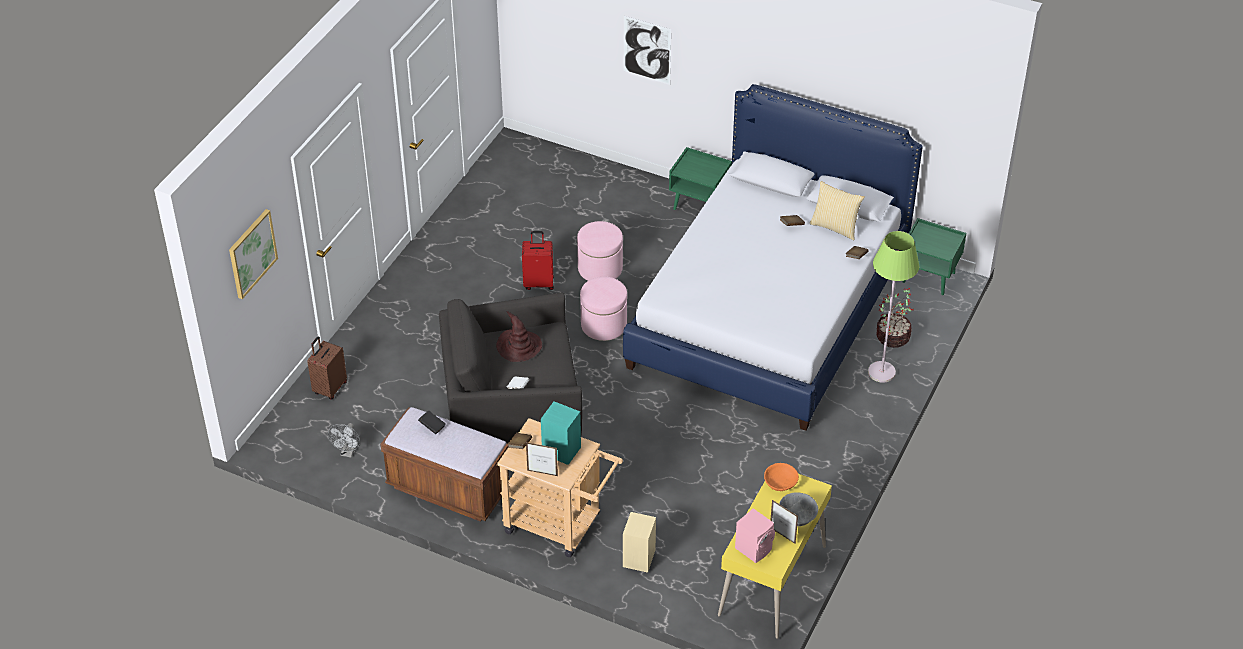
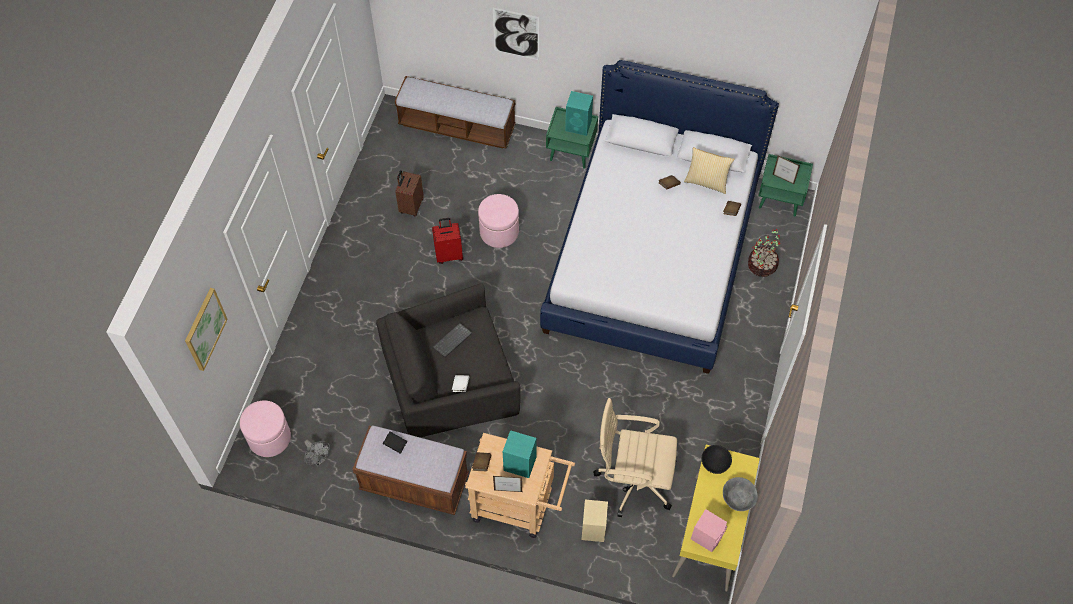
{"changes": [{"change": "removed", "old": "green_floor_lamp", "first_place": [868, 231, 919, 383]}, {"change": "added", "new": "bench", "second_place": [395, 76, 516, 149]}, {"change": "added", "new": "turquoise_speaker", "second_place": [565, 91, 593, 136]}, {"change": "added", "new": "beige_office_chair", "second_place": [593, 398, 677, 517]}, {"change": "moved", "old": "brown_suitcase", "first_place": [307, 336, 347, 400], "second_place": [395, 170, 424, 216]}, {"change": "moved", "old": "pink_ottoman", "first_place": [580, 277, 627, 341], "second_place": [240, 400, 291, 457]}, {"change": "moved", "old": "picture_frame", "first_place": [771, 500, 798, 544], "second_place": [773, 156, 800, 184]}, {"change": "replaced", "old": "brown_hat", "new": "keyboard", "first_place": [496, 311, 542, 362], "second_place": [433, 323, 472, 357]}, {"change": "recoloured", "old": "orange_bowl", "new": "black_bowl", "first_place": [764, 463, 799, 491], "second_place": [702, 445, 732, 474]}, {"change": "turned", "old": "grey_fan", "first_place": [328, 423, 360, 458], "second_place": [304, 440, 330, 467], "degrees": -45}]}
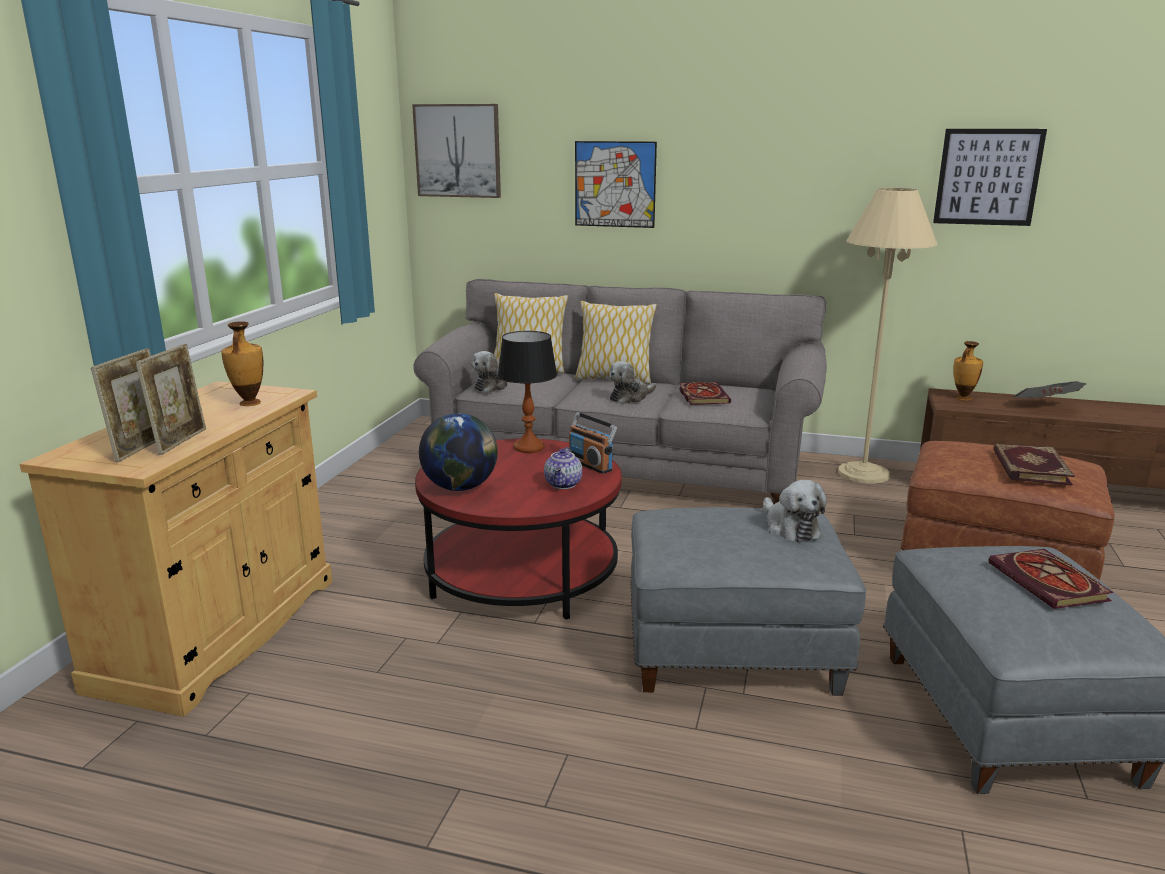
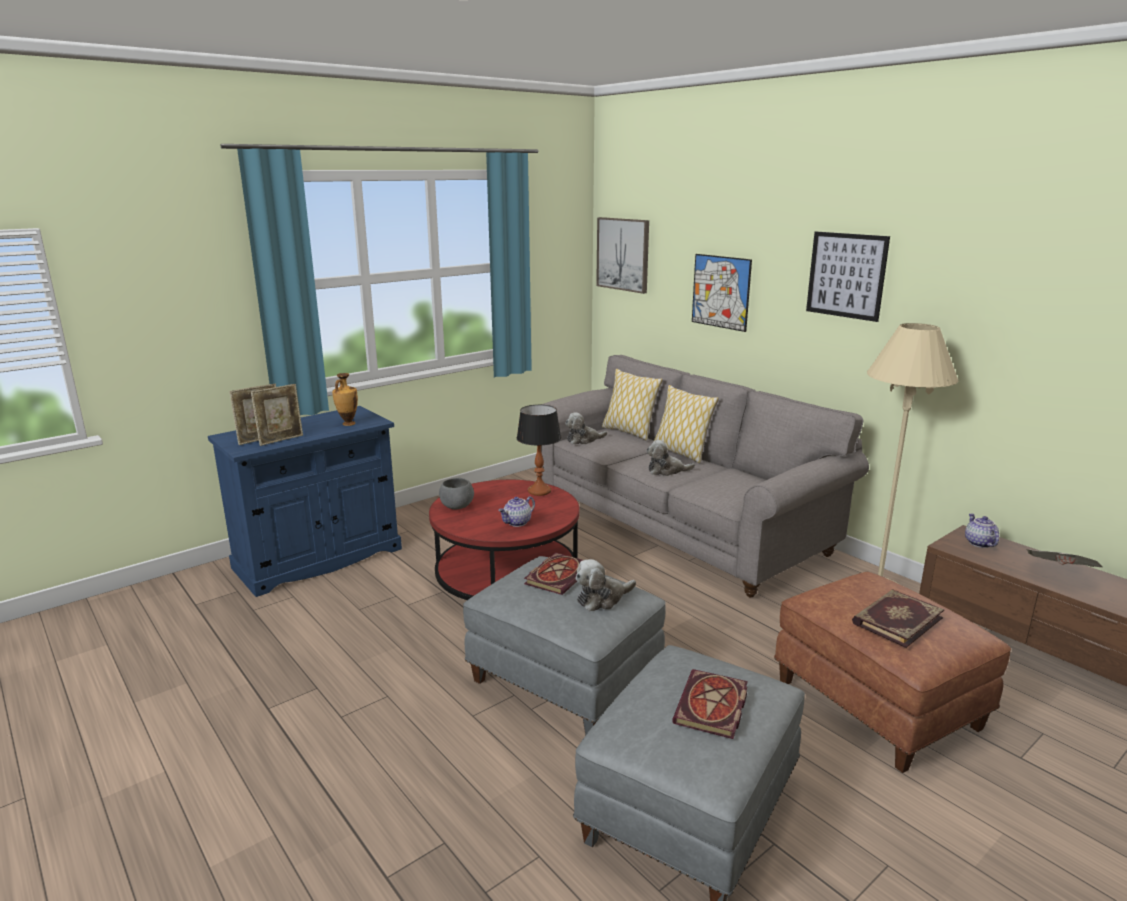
{"changes": [{"change": "removed", "old": "radio", "first_place": [569, 412, 617, 474]}, {"change": "moved", "old": "book", "first_place": [679, 382, 731, 405], "second_place": [524, 553, 583, 595]}, {"change": "moved", "old": "picture", "first_place": [933, 129, 1047, 226], "second_place": [806, 232, 890, 322]}, {"change": "replaced", "old": "globe", "new": "grey_bowl", "first_place": [419, 413, 498, 491], "second_place": [439, 478, 474, 509]}, {"change": "replaced", "old": "vase", "new": "teapot", "first_place": [953, 341, 983, 401], "second_place": [965, 513, 999, 548]}, {"change": "recoloured", "old": "beige_cabinet", "new": "blue_cabinet", "first_place": [20, 381, 332, 716], "second_place": [208, 406, 402, 597]}, {"change": "turned", "old": "plush_toy", "first_place": [763, 480, 827, 542], "second_place": [575, 559, 636, 611], "degrees": 45}]}
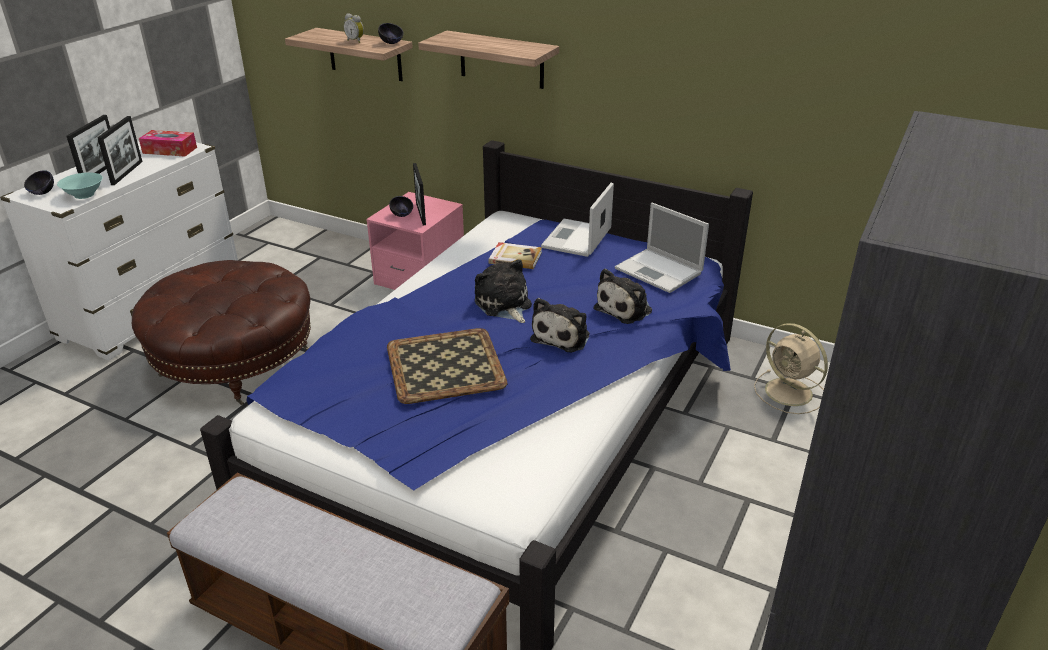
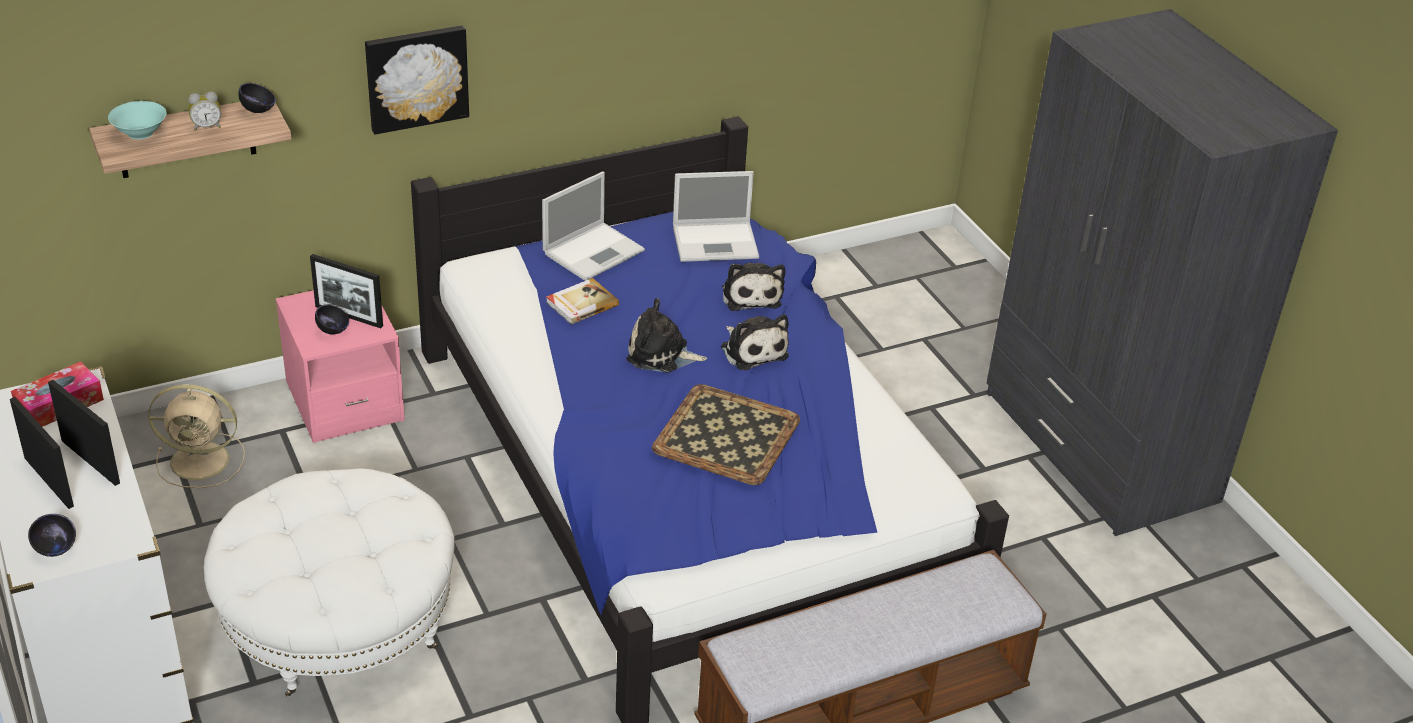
{"changes": [{"change": "moved", "old": "turquoise_bowl", "first_place": [57, 172, 103, 199], "second_place": [108, 101, 167, 140]}, {"change": "moved", "old": "beige_fan", "first_place": [754, 323, 828, 414], "second_place": [148, 384, 245, 488]}, {"change": "replaced", "old": "shelf", "new": "picture", "first_place": [418, 31, 559, 89], "second_place": [365, 25, 469, 135]}, {"change": "recoloured", "old": "brown_ottoman", "new": "white_ottoman", "first_place": [132, 260, 311, 405], "second_place": [204, 469, 455, 697]}, {"change": "turned", "old": "laptop", "first_place": [541, 182, 614, 257], "second_place": [542, 171, 645, 281], "degrees": -105}]}
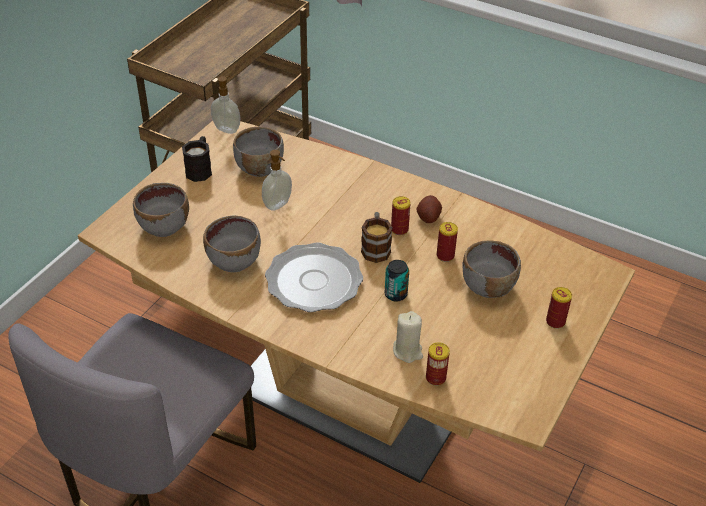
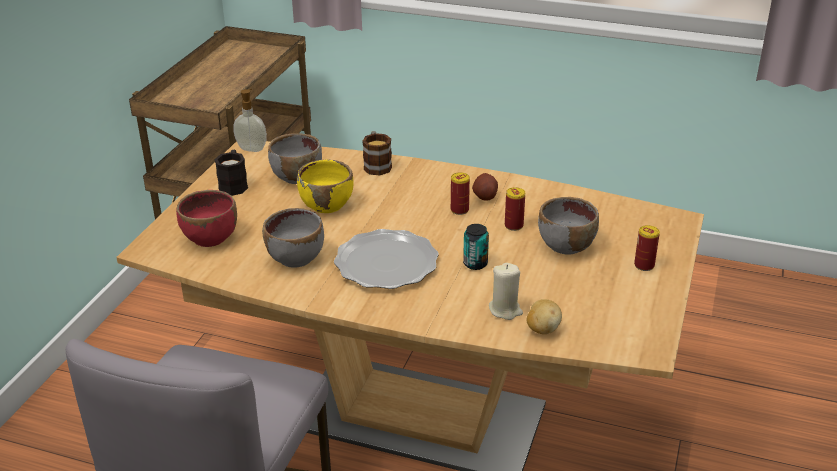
{"changes": [{"change": "moved", "old": "mug", "first_place": [361, 212, 393, 263], "second_place": [362, 131, 392, 176]}, {"change": "replaced", "old": "soap_dispenser", "new": "yellow_bowl", "first_place": [262, 150, 292, 211], "second_place": [297, 159, 353, 213]}, {"change": "replaced", "old": "can", "new": "potato", "first_place": [426, 342, 450, 386], "second_place": [527, 299, 562, 334]}, {"change": "recoloured", "old": "grey_bowl", "new": "red_bowl", "first_place": [133, 183, 189, 237], "second_place": [176, 190, 237, 247]}]}
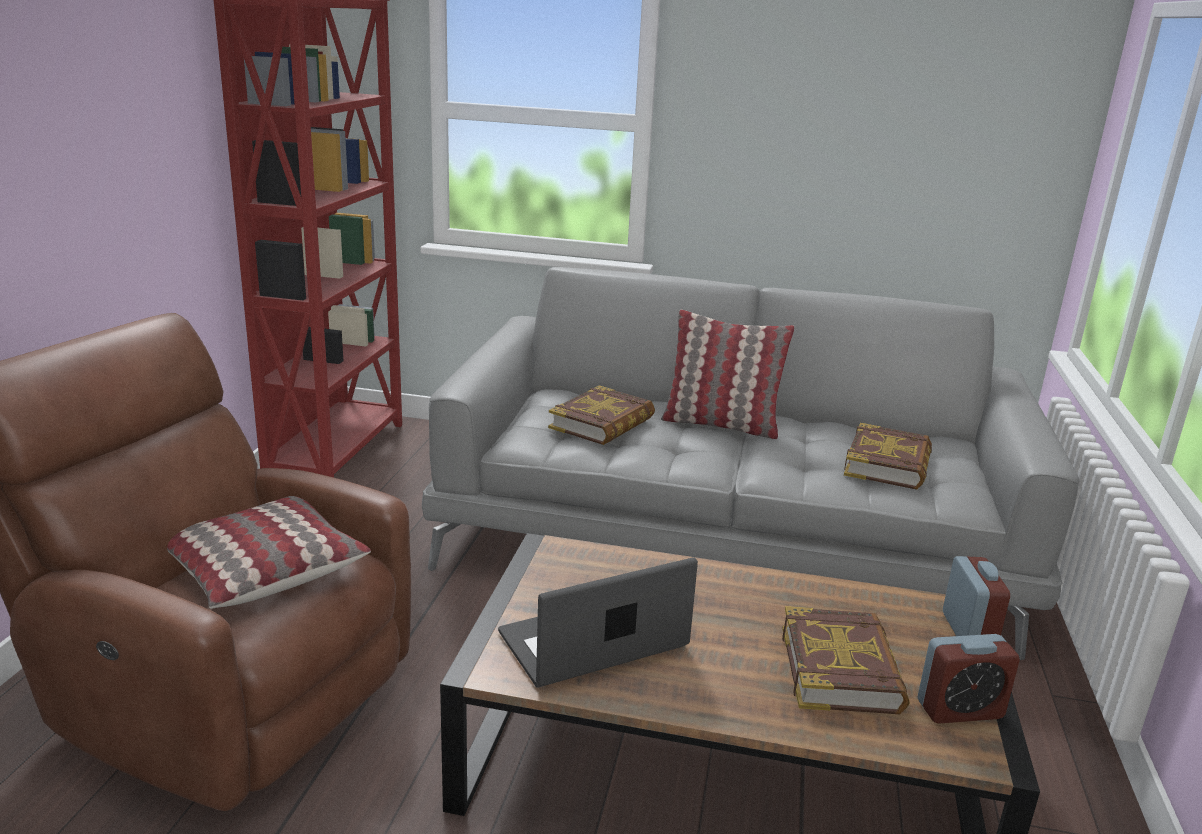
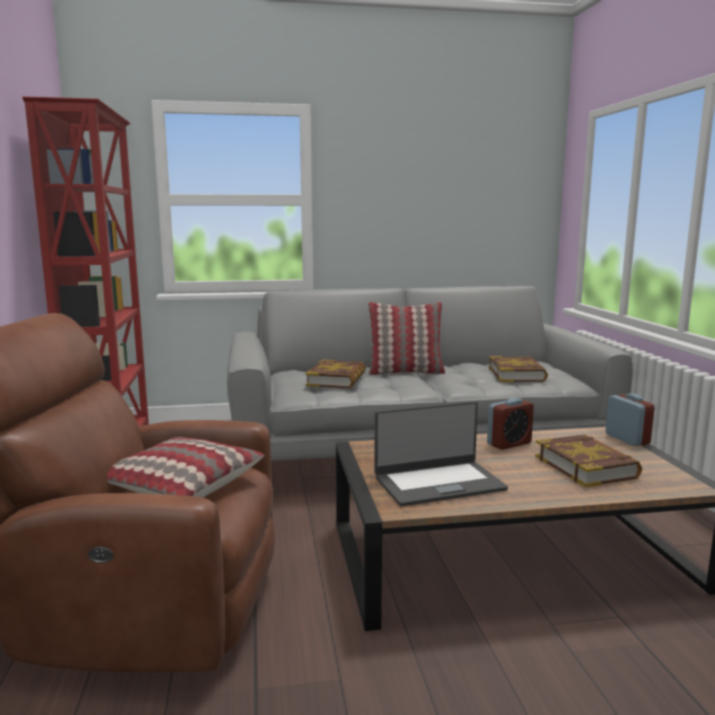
{"changes": [{"change": "moved", "old": "alarm_clock", "first_place": [918, 634, 1020, 724], "second_place": [487, 398, 534, 450]}, {"change": "turned", "old": "laptop", "first_place": [498, 557, 698, 687], "second_place": [374, 401, 508, 506], "degrees": -150}]}
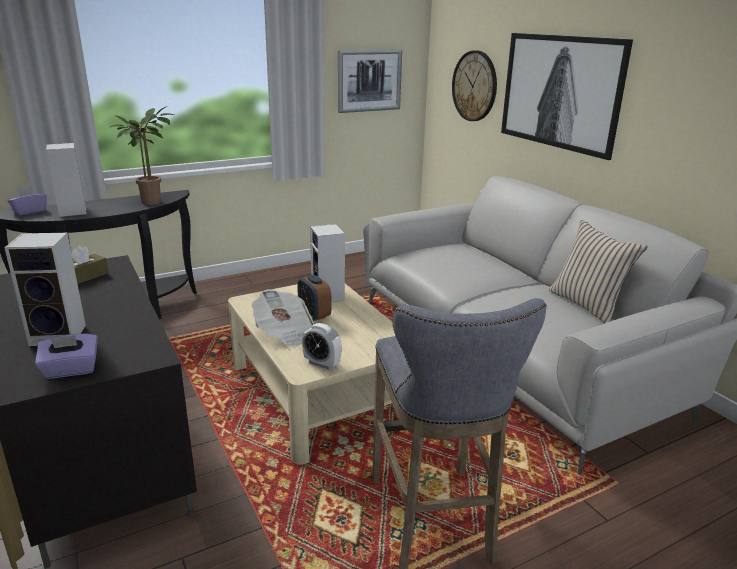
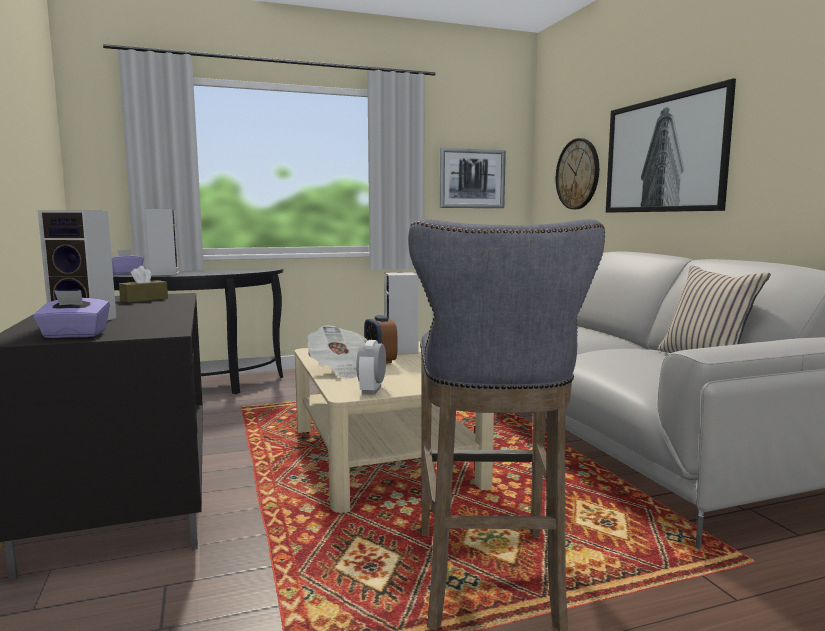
{"changes": [{"change": "removed", "old": "potted_plant", "first_place": [110, 106, 174, 205]}, {"change": "turned", "old": "alarm_clock", "first_place": [302, 323, 342, 370], "second_place": [356, 340, 386, 394], "degrees": 60}]}
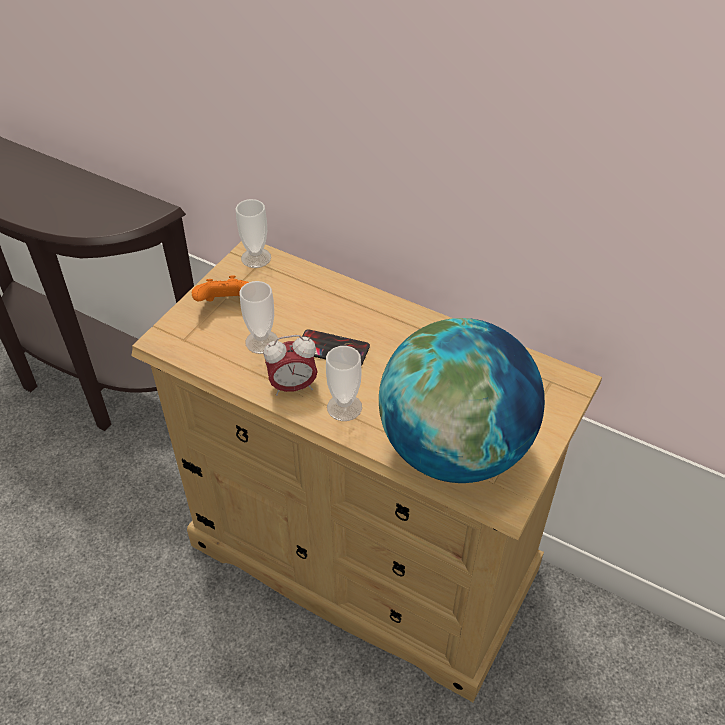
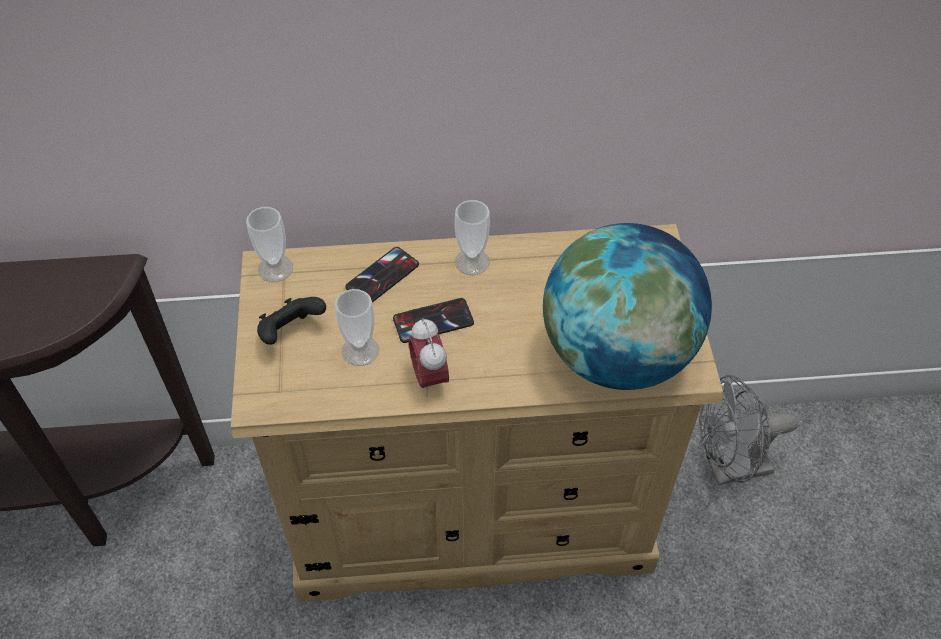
{"changes": [{"change": "added", "new": "phone", "second_place": [345, 247, 419, 303]}, {"change": "added", "new": "grey_fan", "second_place": [699, 375, 798, 485]}, {"change": "moved", "old": "cup", "first_place": [326, 346, 362, 421], "second_place": [455, 200, 490, 275]}, {"change": "recoloured", "old": "orange_game_controller", "new": "black_game_controller", "first_place": [192, 275, 249, 302], "second_place": [257, 297, 326, 345]}, {"change": "turned", "old": "alarm_clock", "first_place": [264, 335, 318, 396], "second_place": [409, 318, 449, 396], "degrees": 120}]}
